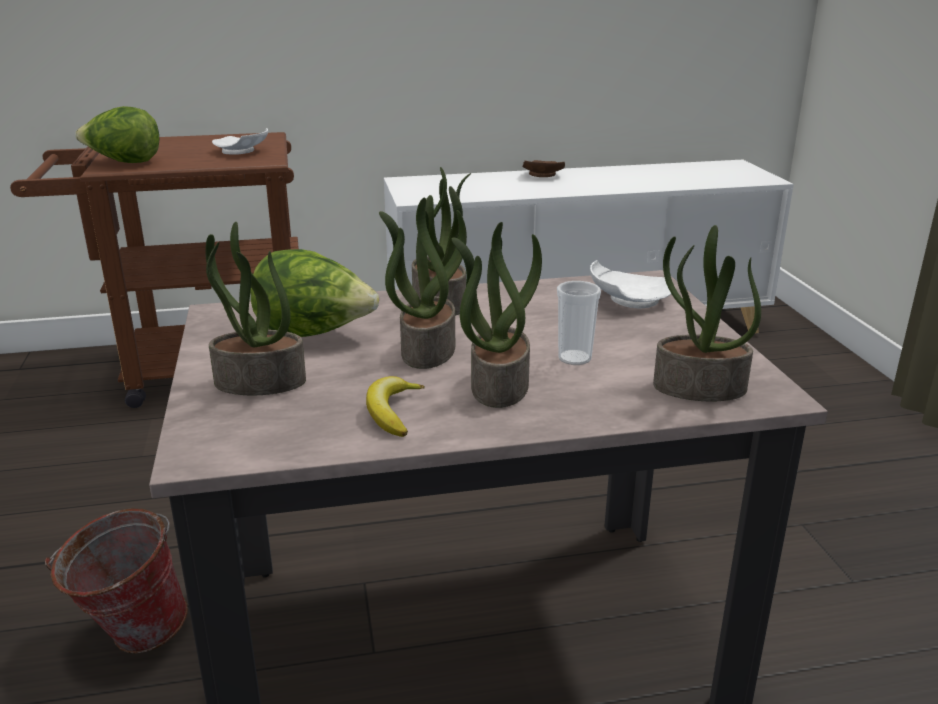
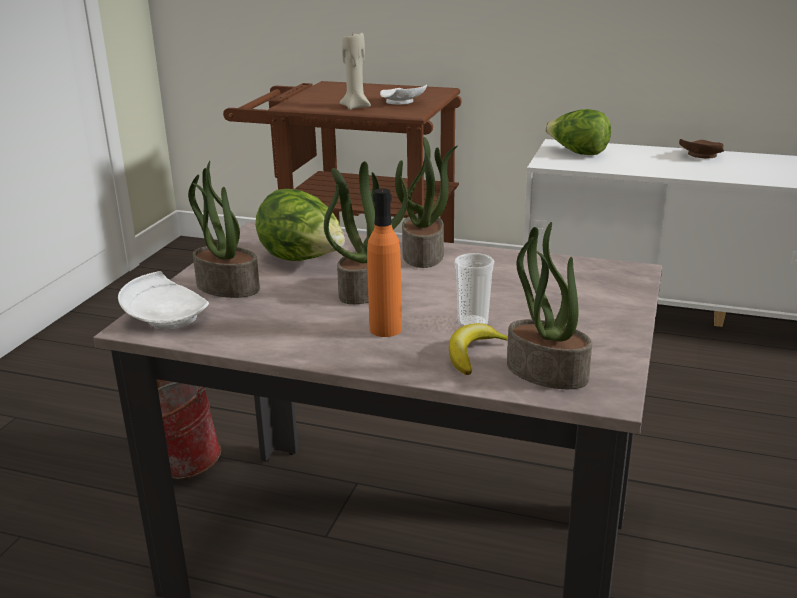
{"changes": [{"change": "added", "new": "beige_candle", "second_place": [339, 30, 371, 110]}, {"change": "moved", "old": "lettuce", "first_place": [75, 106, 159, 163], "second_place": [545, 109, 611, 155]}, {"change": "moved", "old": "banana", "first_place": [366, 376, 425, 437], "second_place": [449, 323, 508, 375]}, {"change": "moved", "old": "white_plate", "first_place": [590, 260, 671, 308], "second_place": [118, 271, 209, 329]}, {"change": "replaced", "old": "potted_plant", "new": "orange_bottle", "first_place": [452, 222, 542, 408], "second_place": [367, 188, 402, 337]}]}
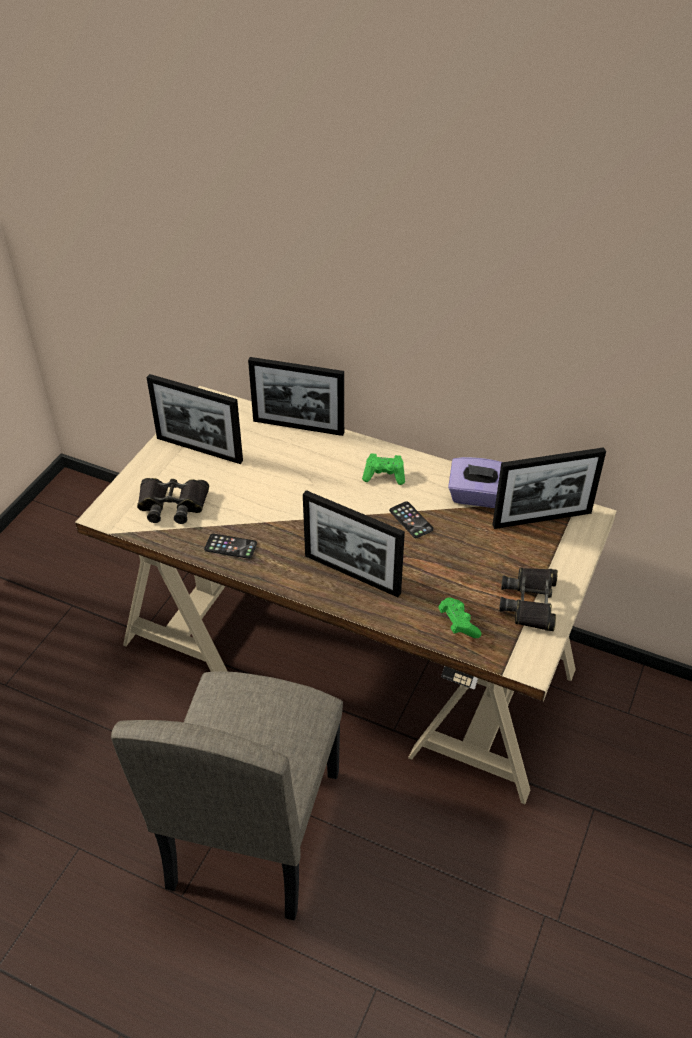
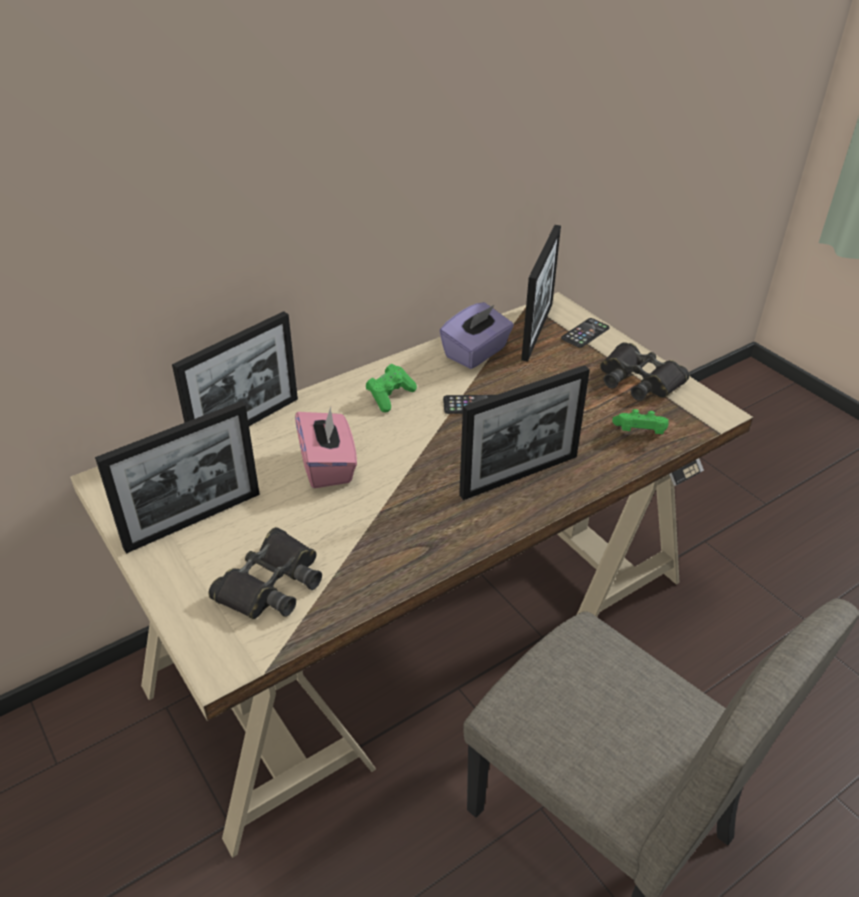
{"changes": [{"change": "added", "new": "pink_tissue_box", "second_place": [295, 407, 357, 488]}, {"change": "moved", "old": "phone", "first_place": [204, 534, 257, 559], "second_place": [561, 318, 609, 348]}]}
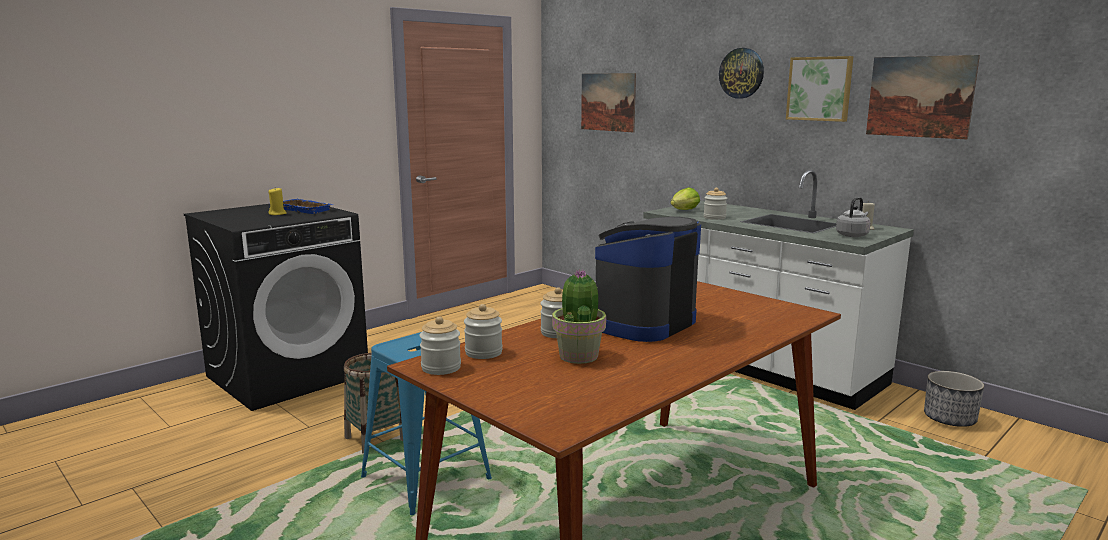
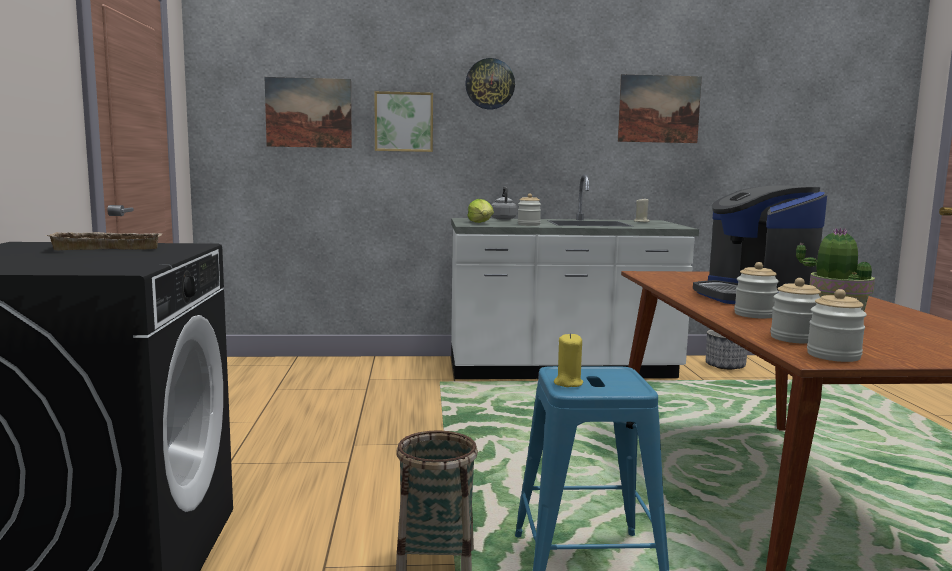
{"changes": [{"change": "moved", "old": "yellow_candle", "first_place": [268, 188, 287, 215], "second_place": [554, 333, 583, 387]}, {"change": "moved", "old": "picture", "first_place": [786, 56, 854, 122], "second_place": [374, 91, 433, 152]}, {"change": "moved", "old": "grey_kettle", "first_place": [836, 197, 871, 237], "second_place": [491, 187, 517, 220]}, {"change": "recoloured", "old": "blue_tray", "new": "beige_tray", "first_place": [283, 199, 335, 214], "second_place": [46, 232, 163, 250]}]}
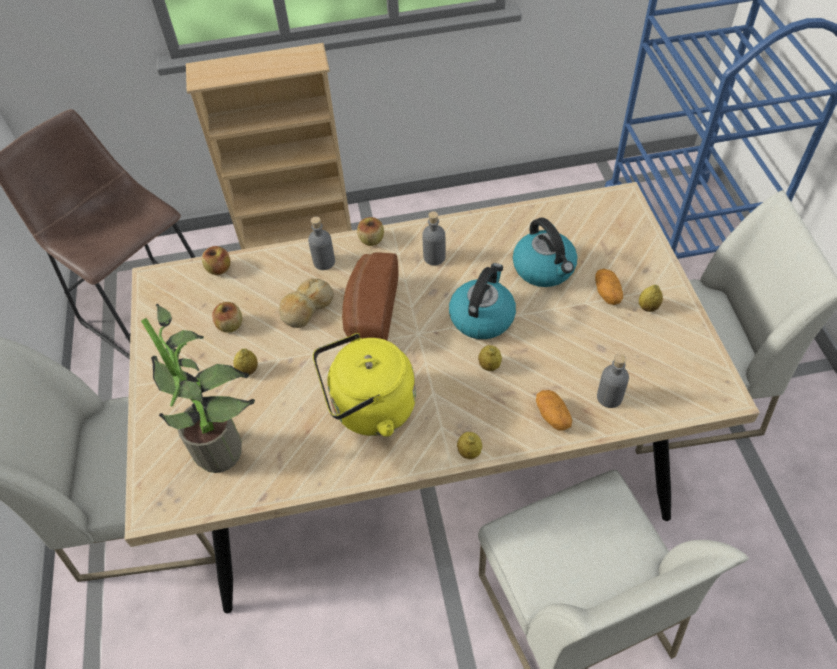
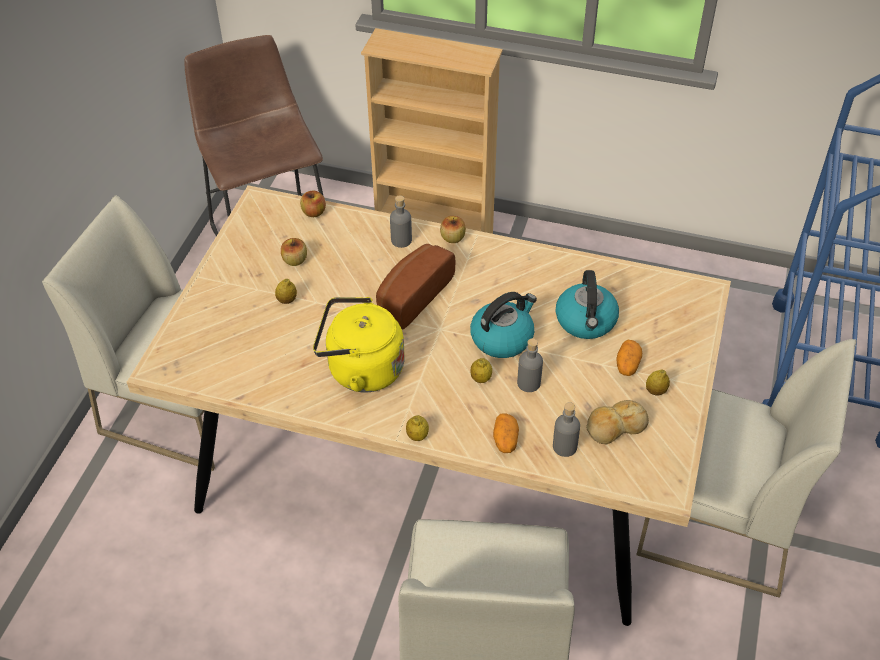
{"changes": [{"change": "removed", "old": "potted_plant", "first_place": [141, 304, 255, 473]}, {"change": "moved", "old": "bread", "first_place": [279, 278, 334, 328], "second_place": [586, 400, 649, 444]}, {"change": "moved", "old": "grey_bottle", "first_place": [422, 211, 446, 265], "second_place": [517, 338, 543, 392]}]}
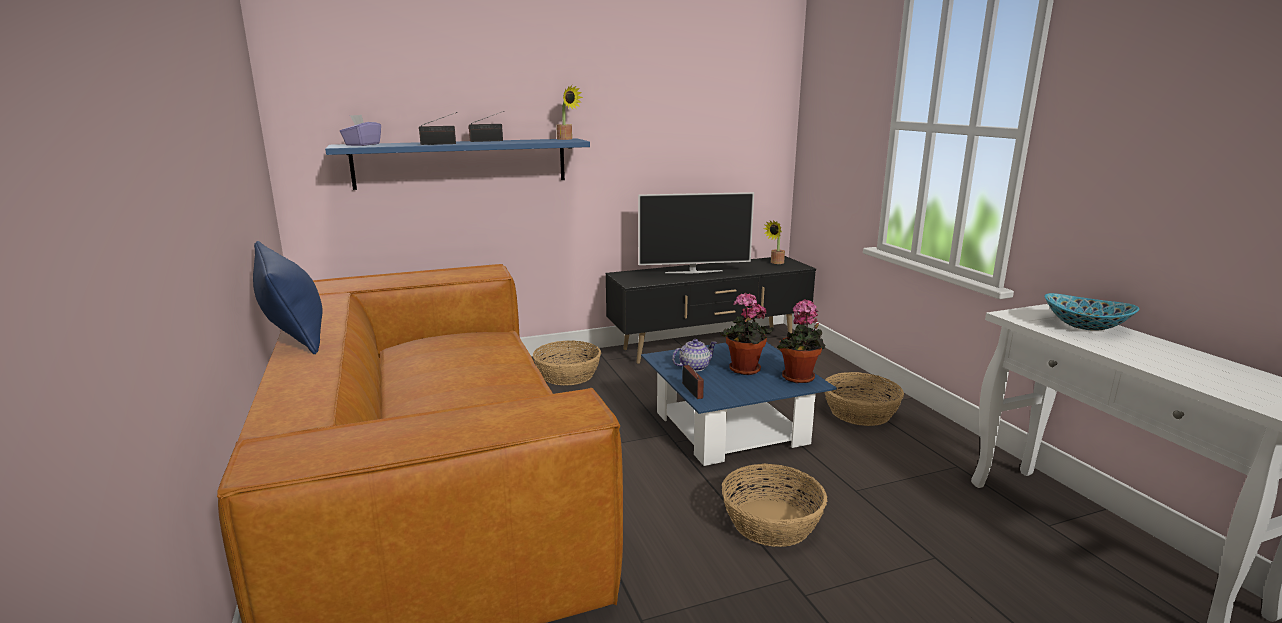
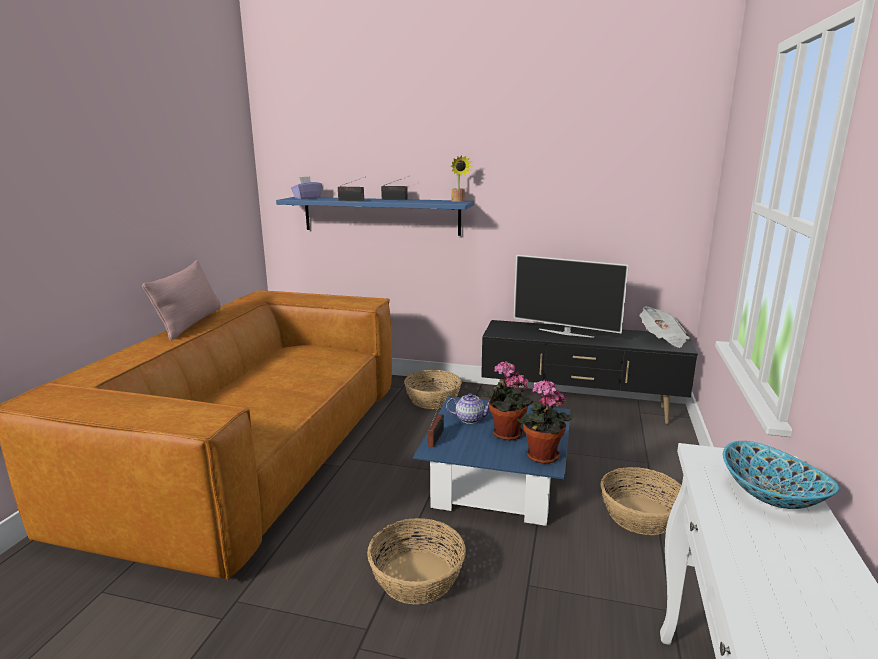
{"changes": [{"change": "replaced", "old": "potted_plant", "new": "newspaper", "first_place": [763, 220, 785, 264], "second_place": [640, 306, 689, 348]}, {"change": "recoloured", "old": "blue_pillow", "new": "pink_pillow", "first_place": [253, 241, 323, 354], "second_place": [142, 260, 221, 340]}]}
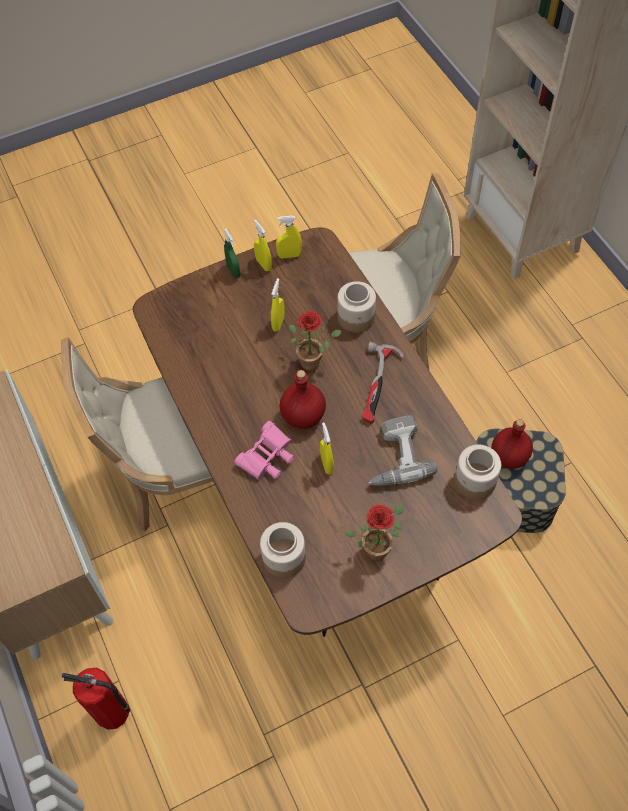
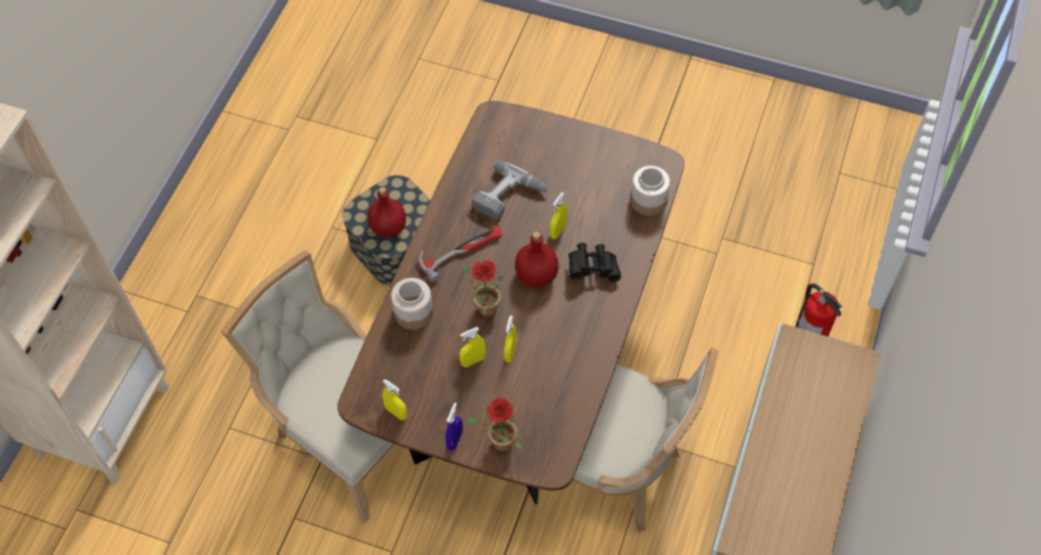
{"changes": [{"change": "removed", "old": "jar", "first_place": [455, 445, 501, 499]}, {"change": "moved", "old": "yellow_spray_bottle", "first_place": [254, 219, 272, 271], "second_place": [504, 316, 517, 363]}, {"change": "moved", "old": "potted_plant", "first_place": [345, 504, 404, 561], "second_place": [467, 398, 522, 452]}, {"change": "recoloured", "old": "green_spray_bottle", "new": "blue_spray_bottle", "first_place": [224, 229, 240, 279], "second_place": [445, 403, 463, 451]}, {"change": "recoloured", "old": "pink_binoculars", "new": "black_binoculars", "first_place": [234, 421, 294, 480], "second_place": [568, 243, 621, 282]}]}
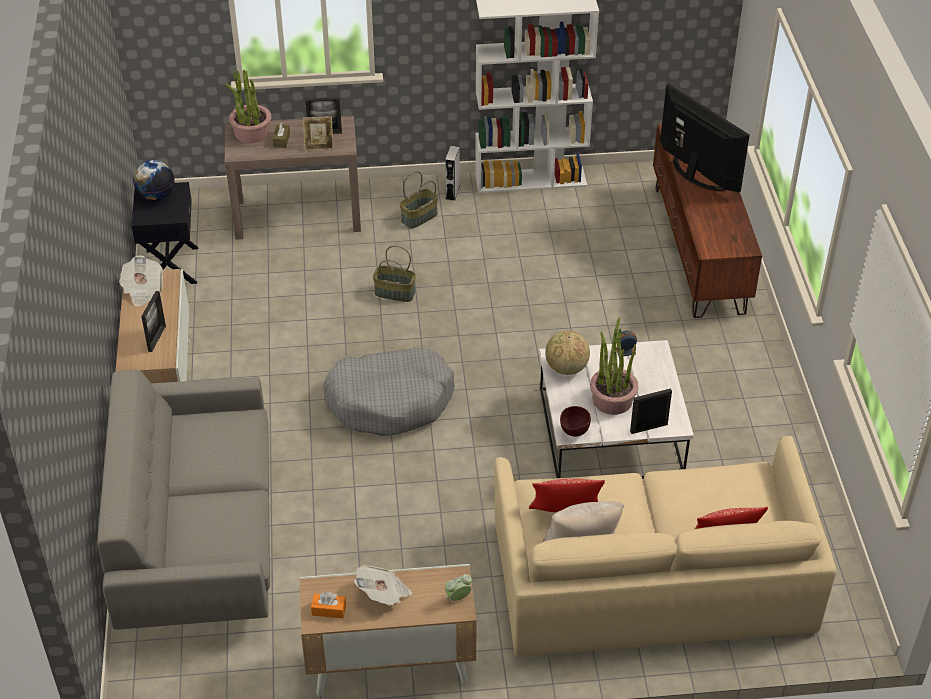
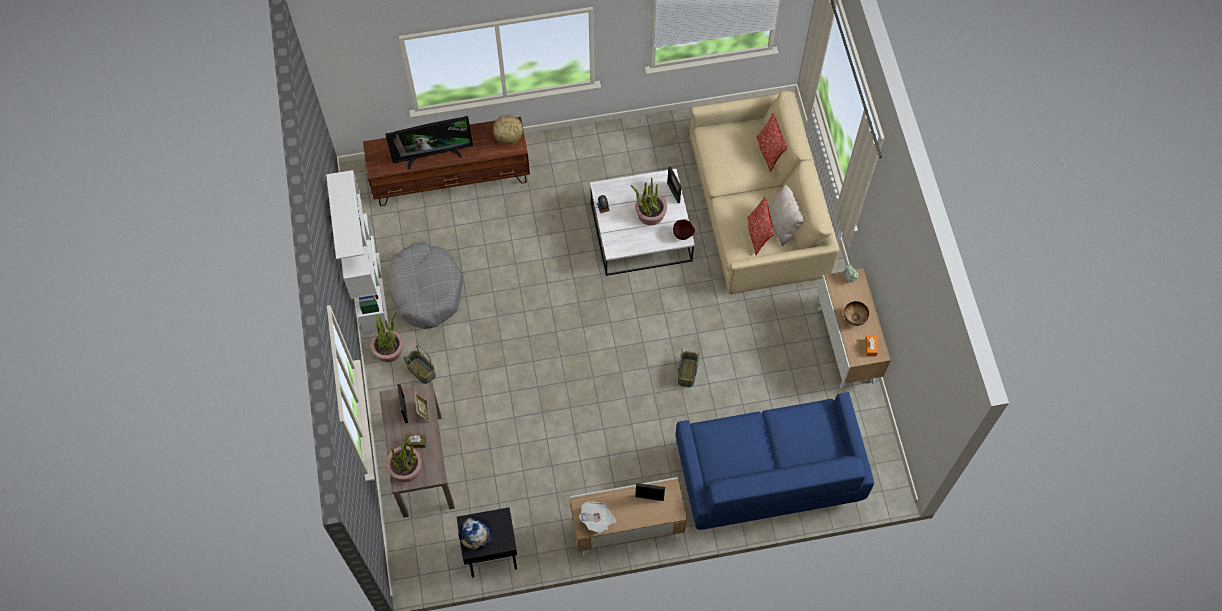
{"changes": [{"change": "moved", "old": "grey_dog_bed", "first_place": [323, 348, 455, 436], "second_place": [389, 242, 463, 329]}, {"change": "moved", "old": "basket", "first_place": [373, 246, 416, 302], "second_place": [678, 349, 700, 387]}, {"change": "moved", "old": "globe", "first_place": [545, 331, 590, 375], "second_place": [493, 115, 523, 145]}, {"change": "replaced", "old": "newspaper", "new": "bowl", "first_place": [354, 565, 412, 606], "second_place": [843, 301, 869, 326]}, {"change": "replaced", "old": "grey_speaker", "new": "potted_plant", "first_place": [445, 146, 460, 201], "second_place": [371, 312, 403, 362]}, {"change": "recoloured", "old": "grey_sofa", "new": "blue_sofa", "first_place": [97, 370, 270, 629], "second_place": [675, 392, 874, 530]}, {"change": "turned", "old": "television", "first_place": [660, 84, 750, 193], "second_place": [385, 116, 473, 170], "degrees": -150}]}
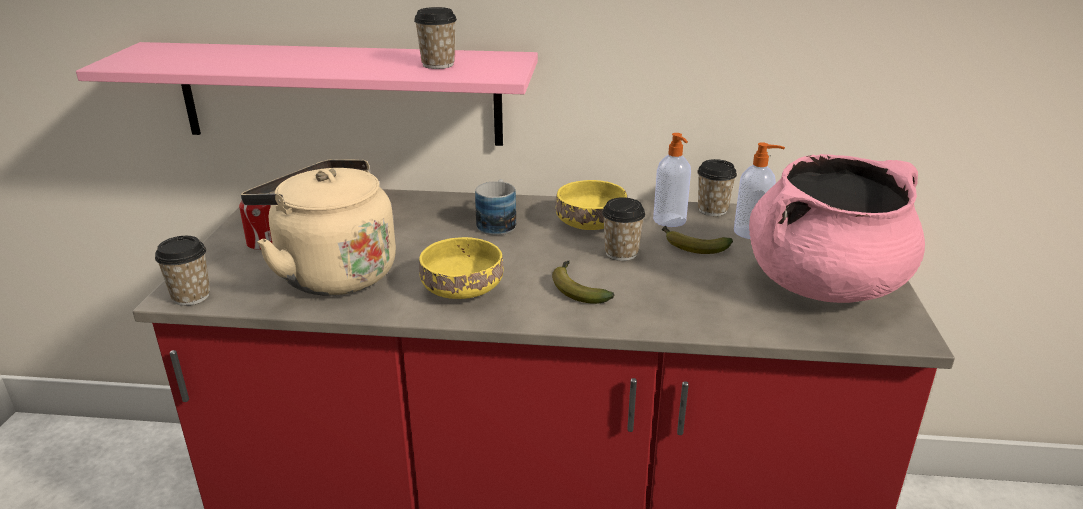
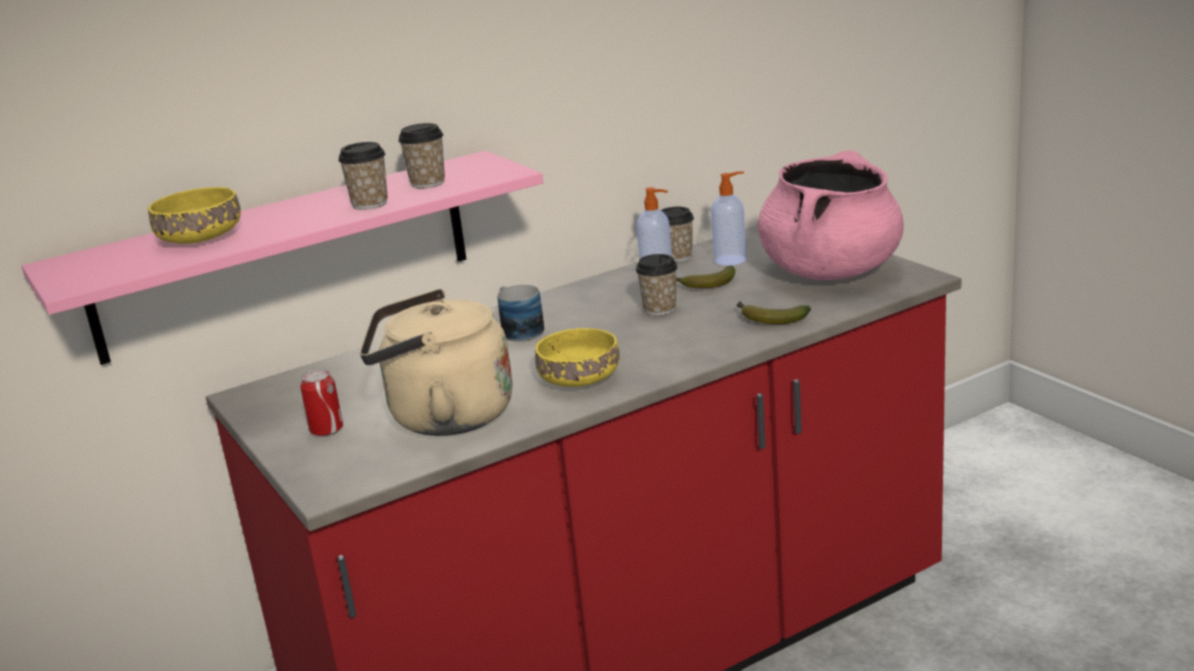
{"changes": [{"change": "moved", "old": "cup", "first_place": [155, 236, 210, 306], "second_place": [338, 142, 388, 210]}, {"change": "moved", "old": "banana", "first_place": [552, 261, 614, 304], "second_place": [737, 301, 811, 324]}, {"change": "moved", "old": "yellow_bowl", "first_place": [556, 180, 627, 230], "second_place": [148, 187, 241, 244]}]}
